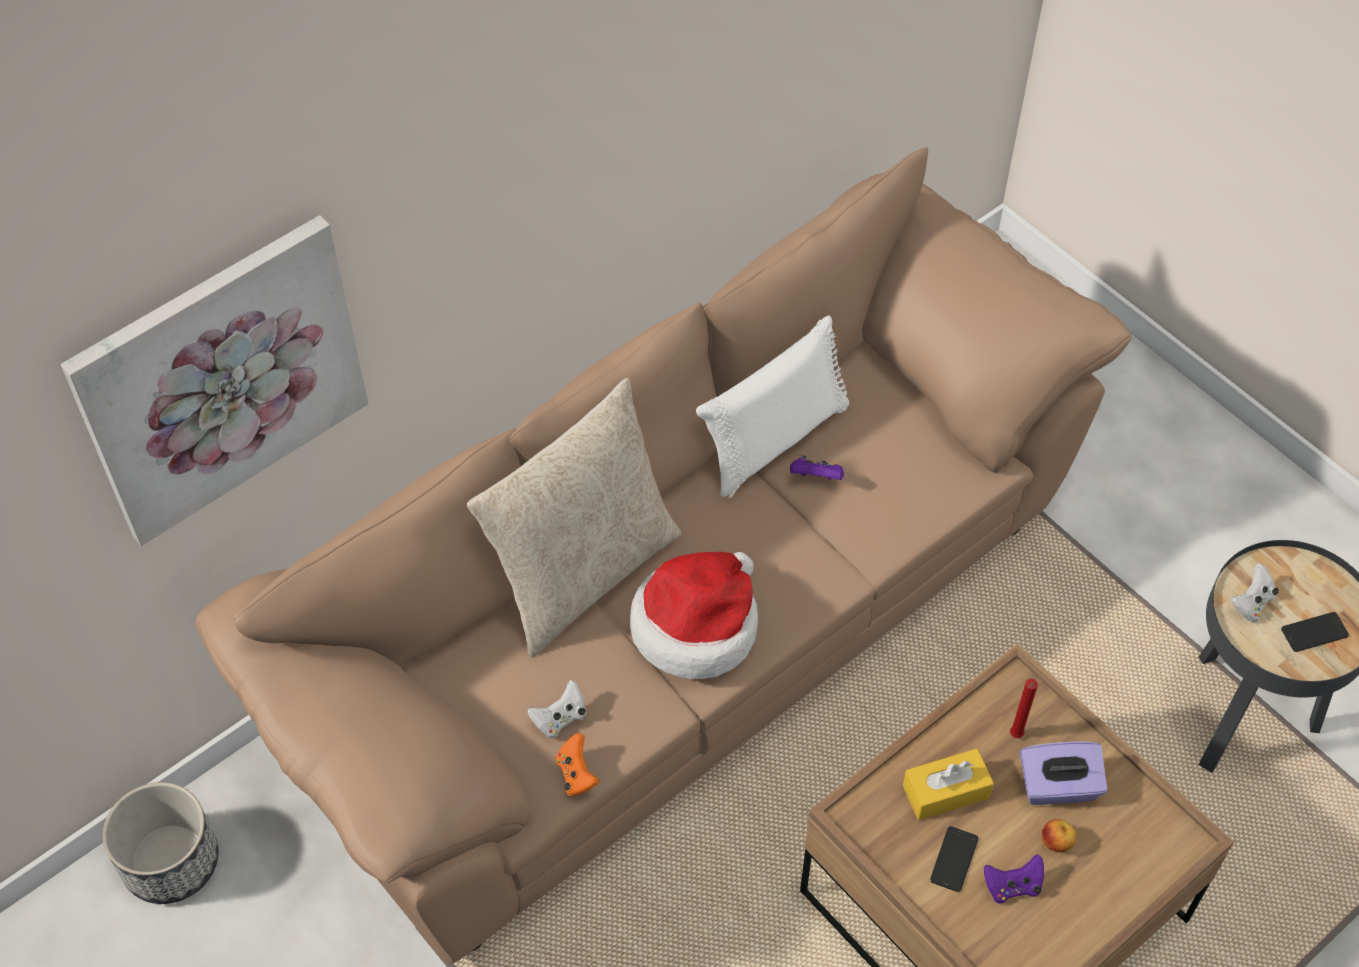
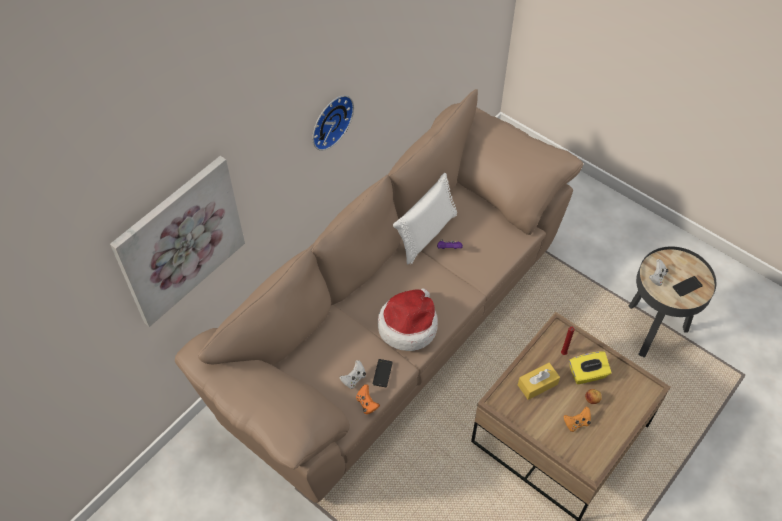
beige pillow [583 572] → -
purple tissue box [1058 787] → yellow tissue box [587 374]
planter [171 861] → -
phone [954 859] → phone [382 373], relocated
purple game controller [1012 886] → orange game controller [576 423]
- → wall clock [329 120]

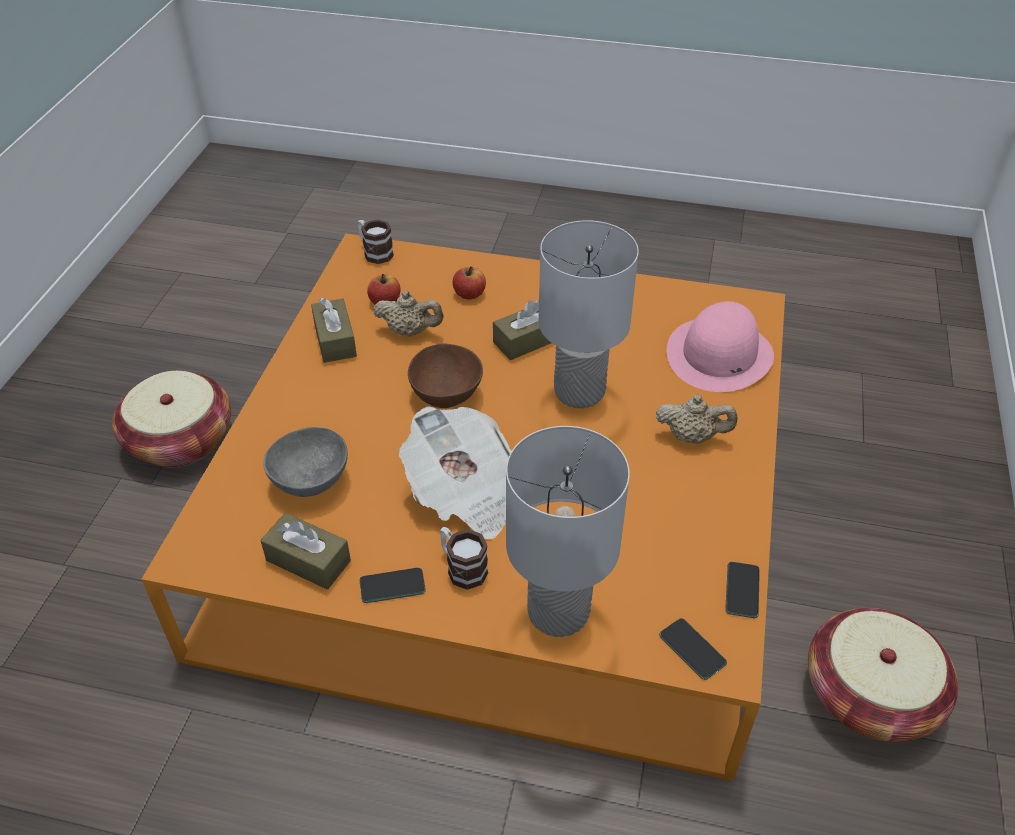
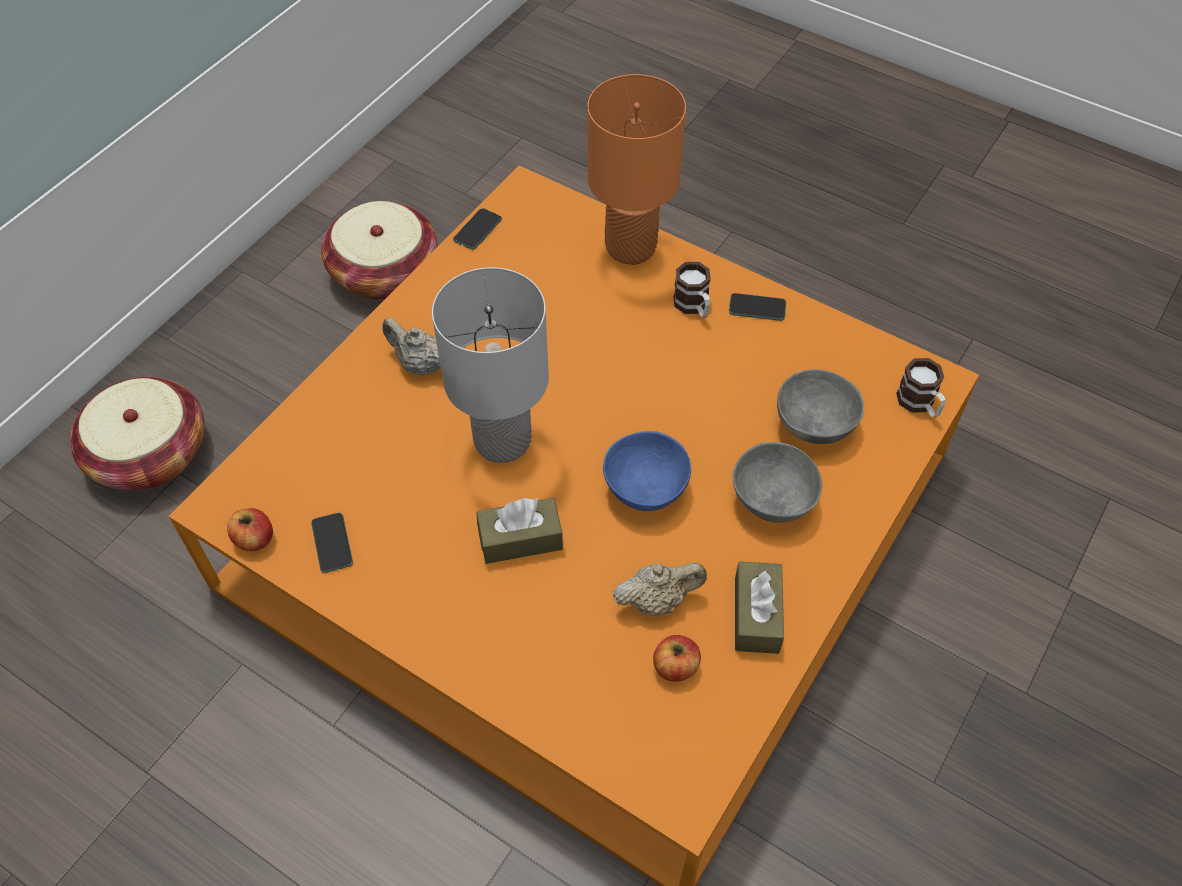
mug [374 252] → mug [919 404], relocated
apple [469 294] → apple [255 539], relocated
beige teapot [410 331] → beige teapot [657 600], 135 degrees clockwise
pink hat [719 355] → -
brown bowl [447 393] → blue bowl [644 490]
basket [180 440] → basket [150 454], relocated
newspaper [465 493] → -
grey table lamp [559 615] → orange table lamp [630 251]
brown tissue box [308 560] → -
phone [692 649] → phone [332 543], relocated
- → grey bowl [772 502]

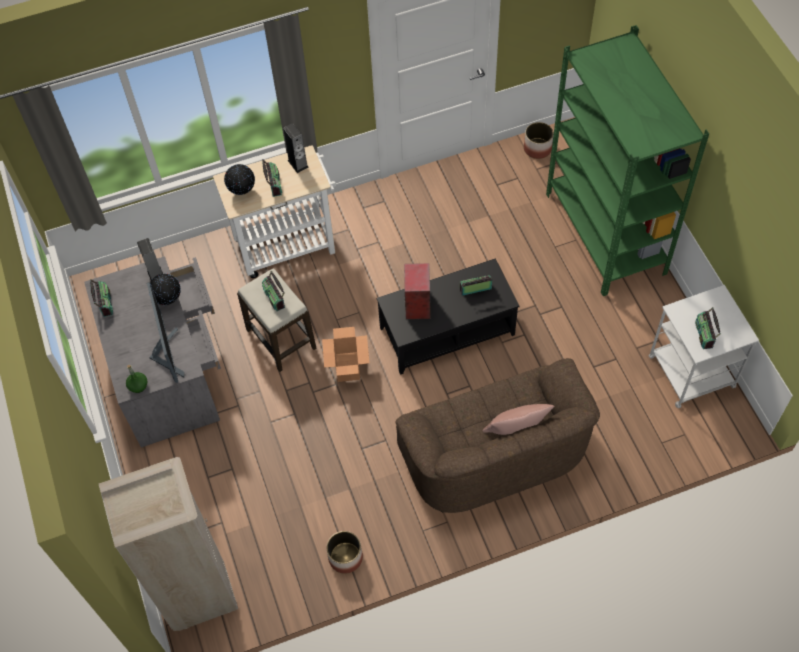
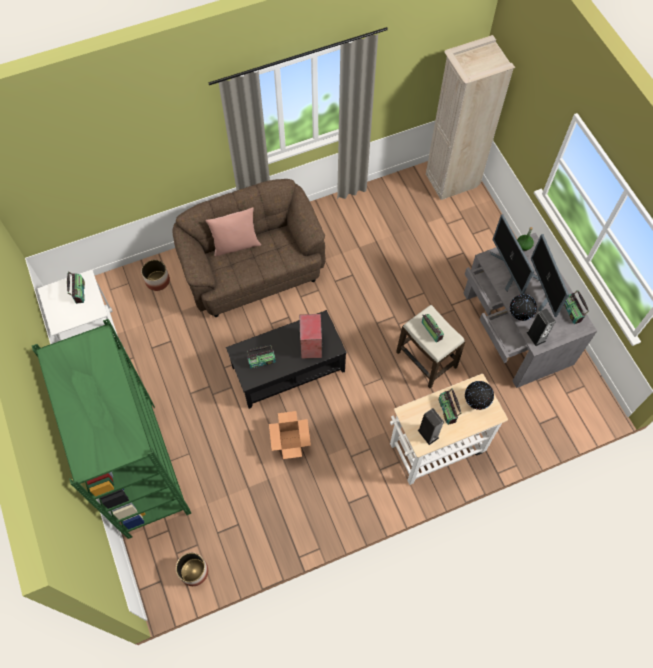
cardboard box [347 366] → cardboard box [291 444], relocated
planter [345 557] → planter [157 280], relocated
- → monitor [543 291]

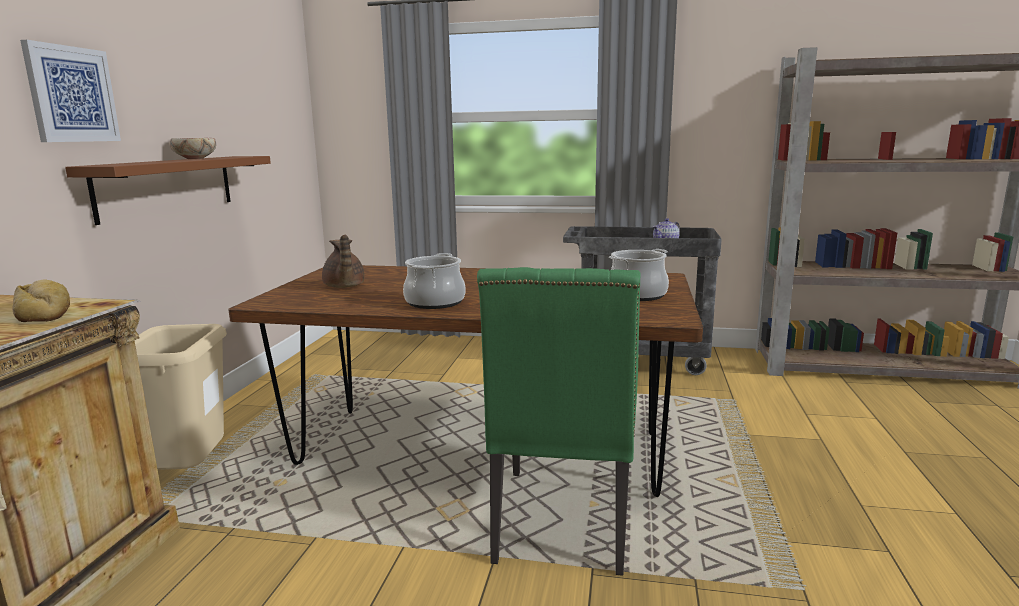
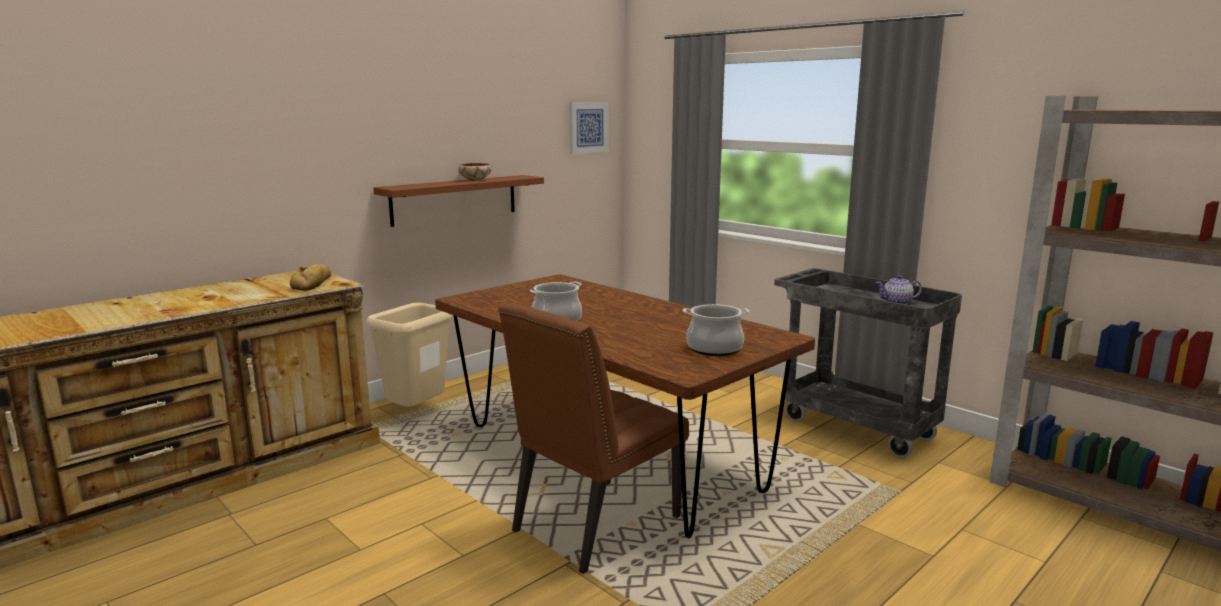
picture [71 94] → picture [588 127], relocated
brown teapot [344 286] → -
green chair [561 517] → brown chair [597 523]

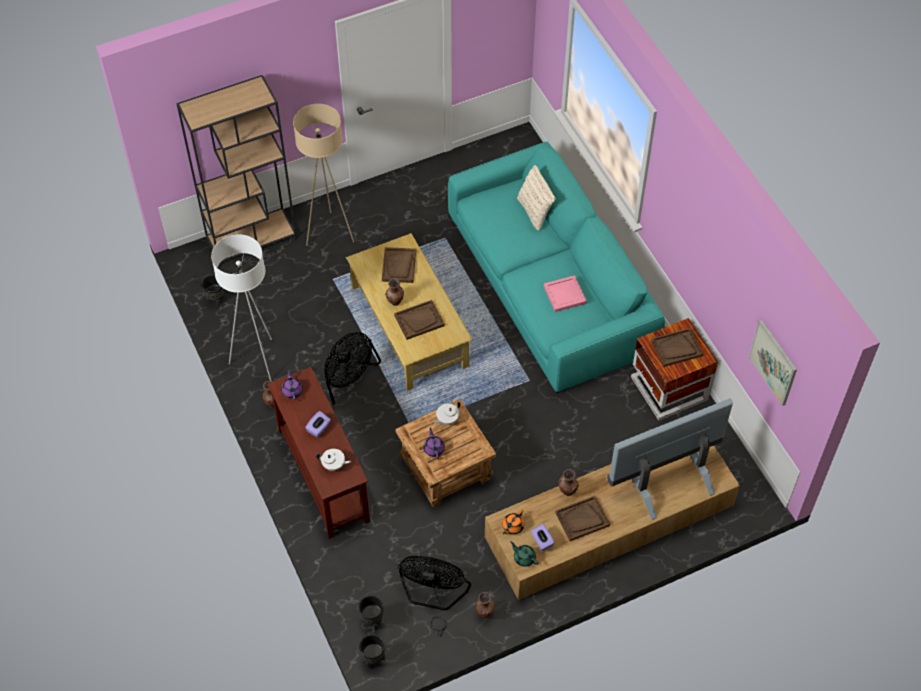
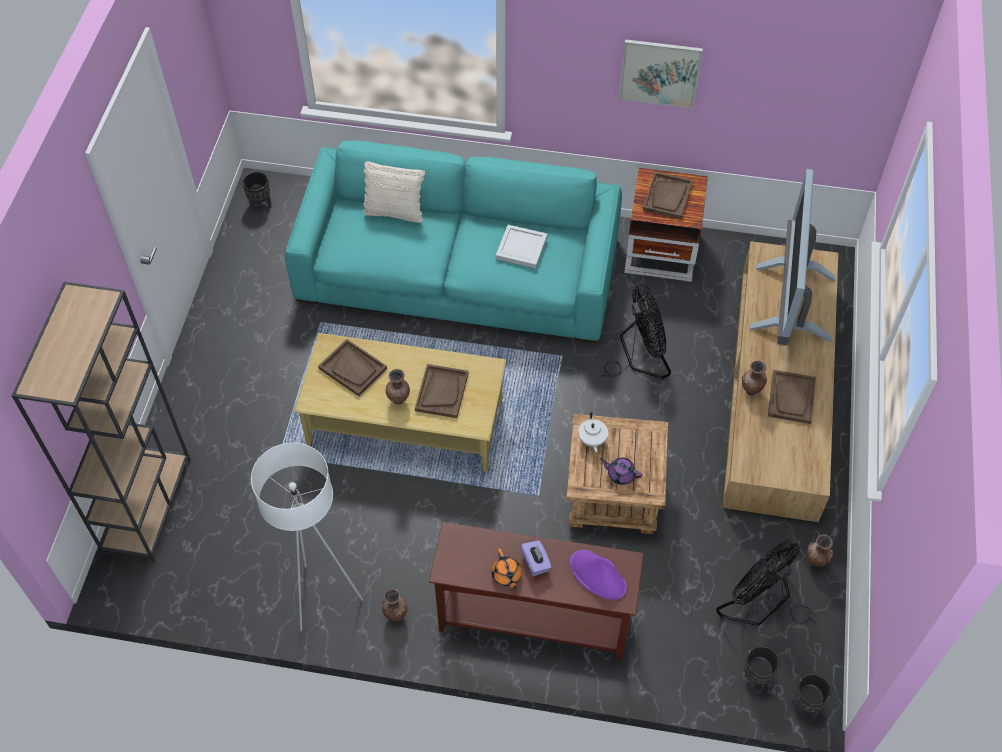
beige floor lamp [329 233] → -
black planter [216 300] → black planter [260 204], relocated
pink tray [565 294] → white tray [521 247]
picture [773 362] → picture [660 73], relocated
black fan [344 379] → black fan [637 353], relocated
purple teapot [292 390] → -
white teapot [334 465] → purple hat [598 575]
orange teapot [512 526] → orange teapot [506 575], relocated
purple tissue box [542 541] → -
green teapot [524 557] → -

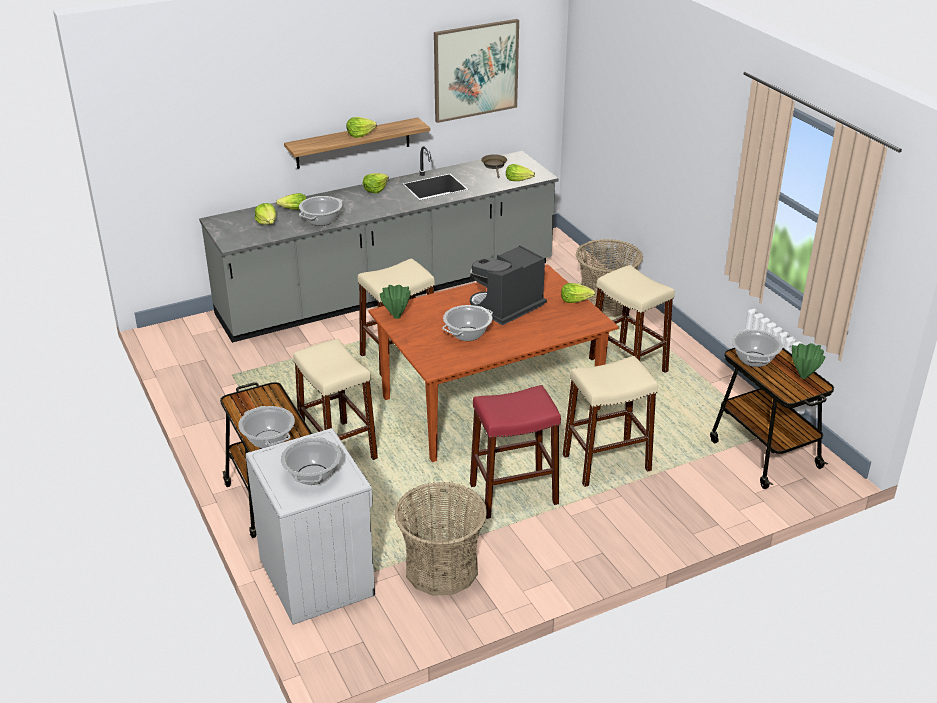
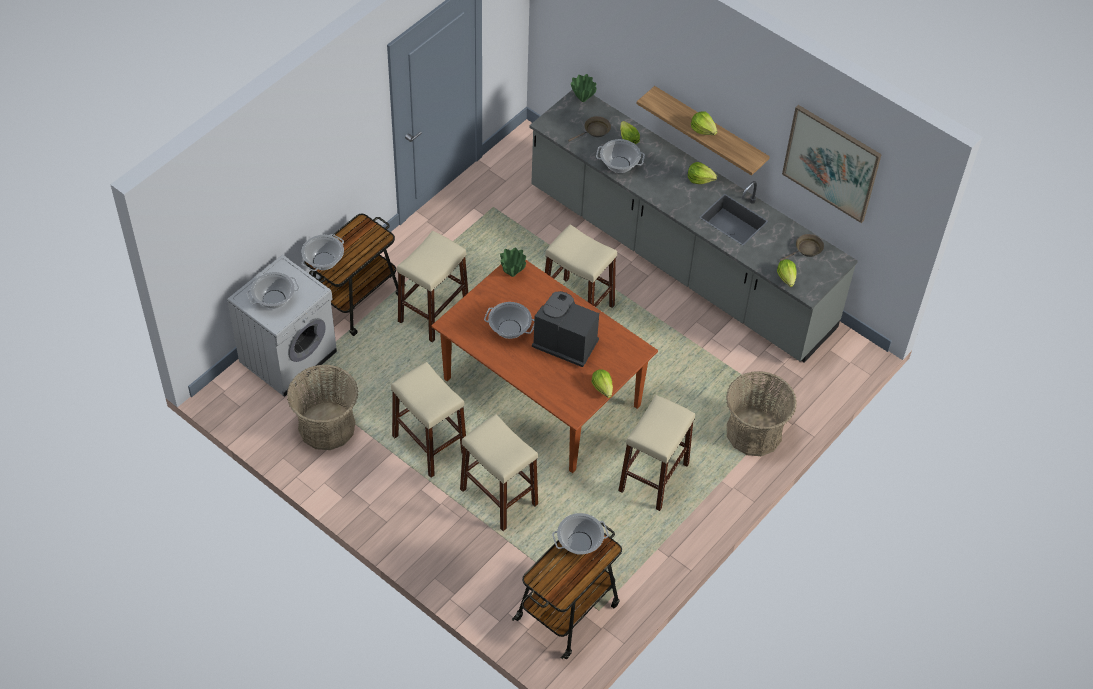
lettuce [267 222] → brown frying pan [595 131]
green vase [803 377] → green vase [582 99], relocated
red stool [513 494] → beige stool [429 444]

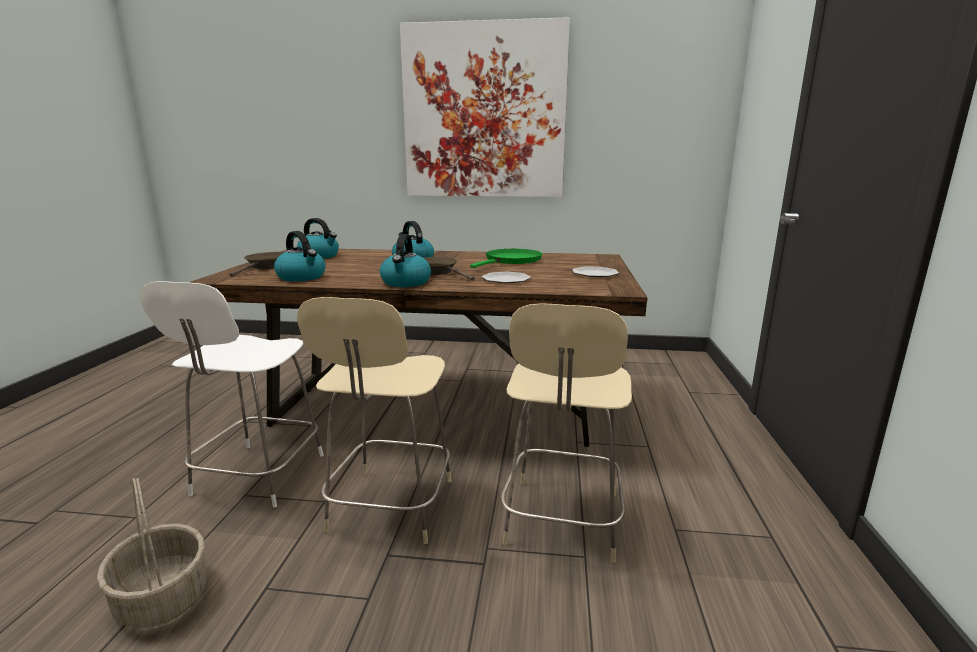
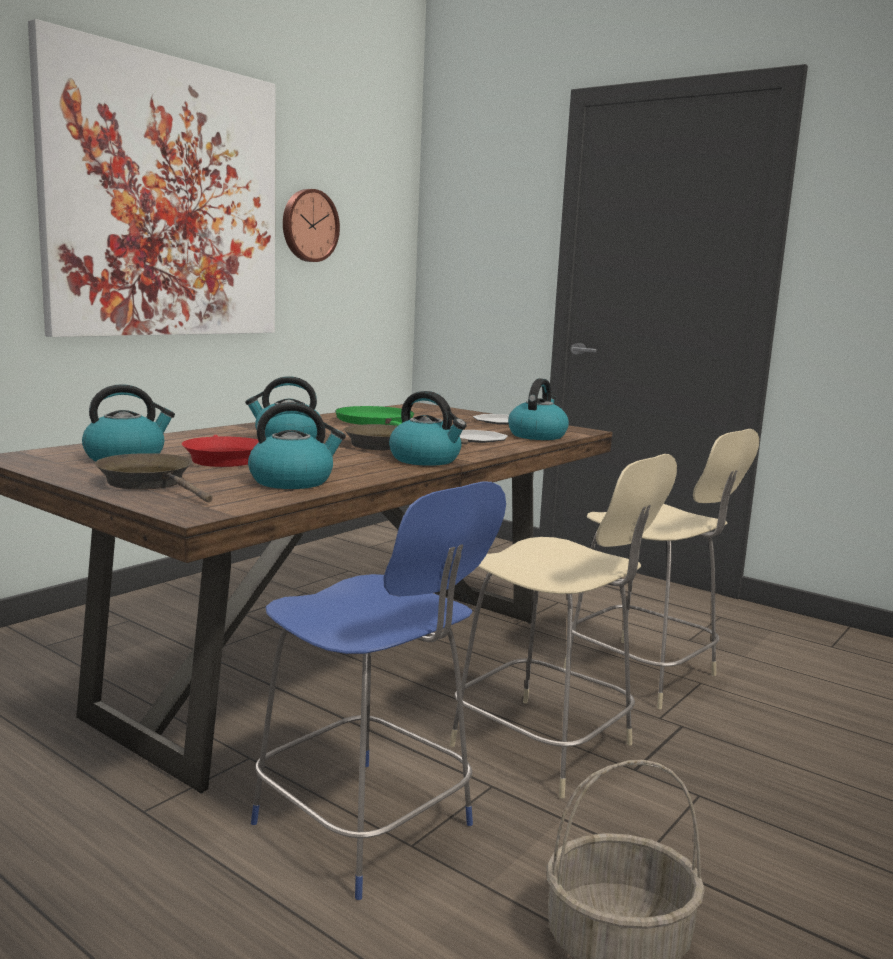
white chair [257 477] → blue chair [368 828]
- → wall clock [308 225]
- → kettle [537 435]
- → red frying pan [222 459]

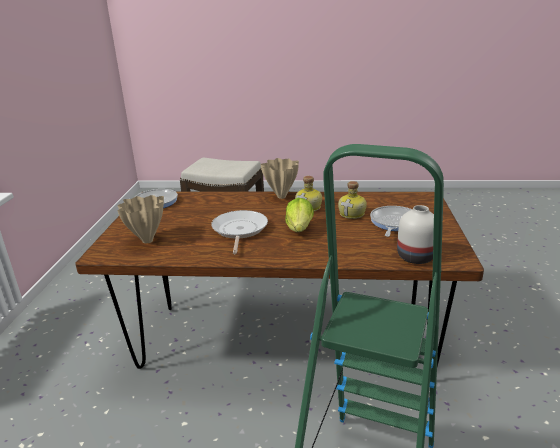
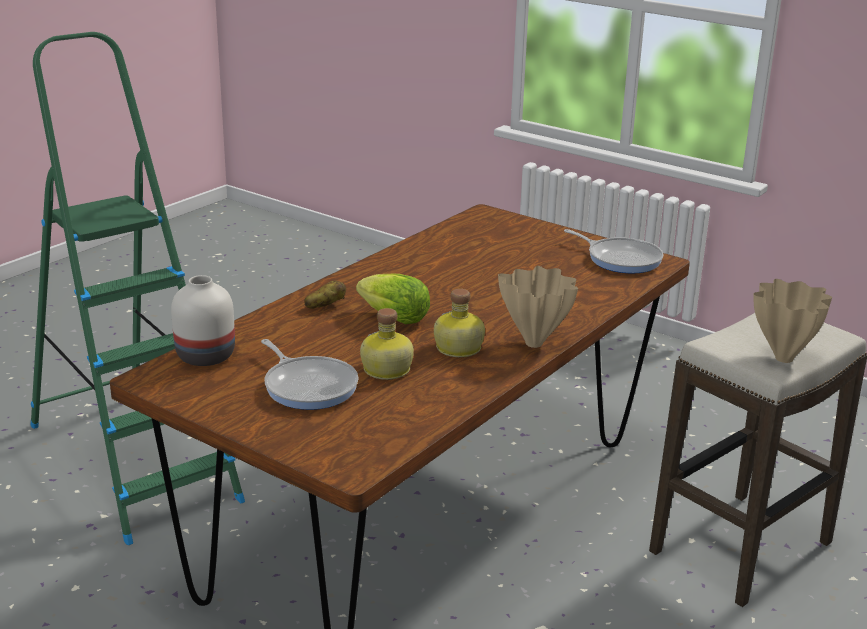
beige vase [146 241] → beige vase [783 358], relocated
frying pan [239 230] → -
- → potato [325 306]

